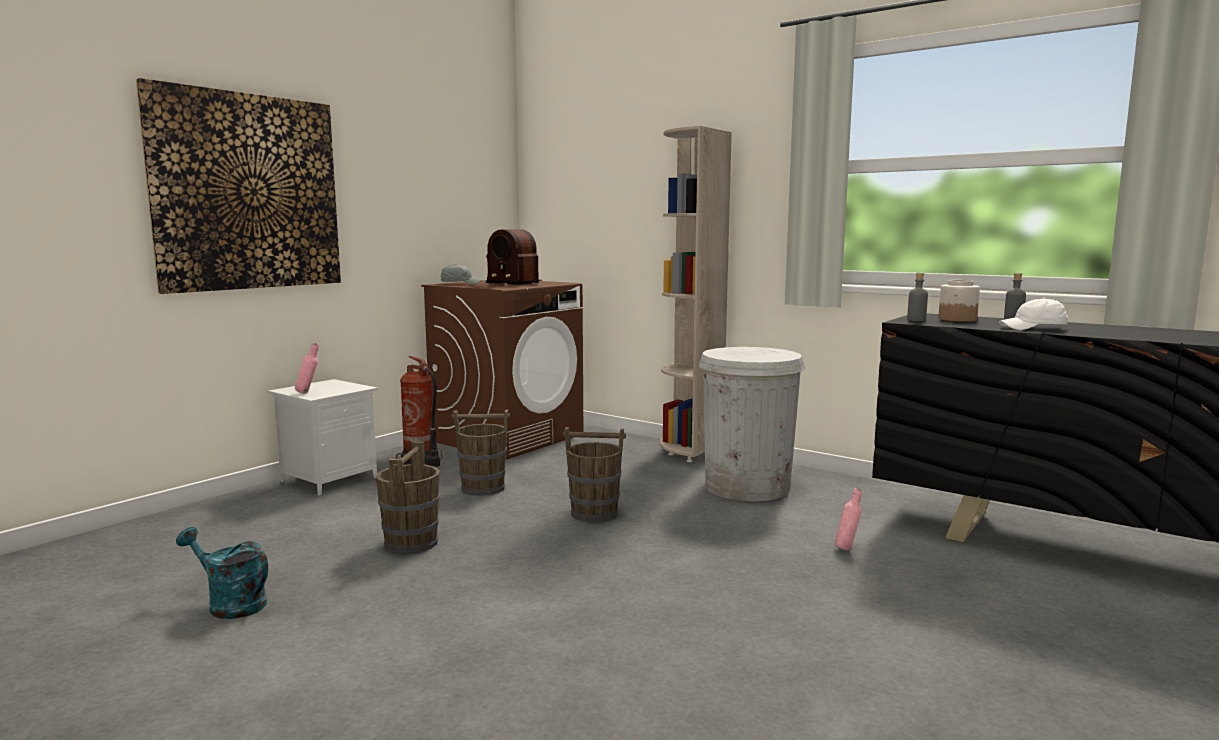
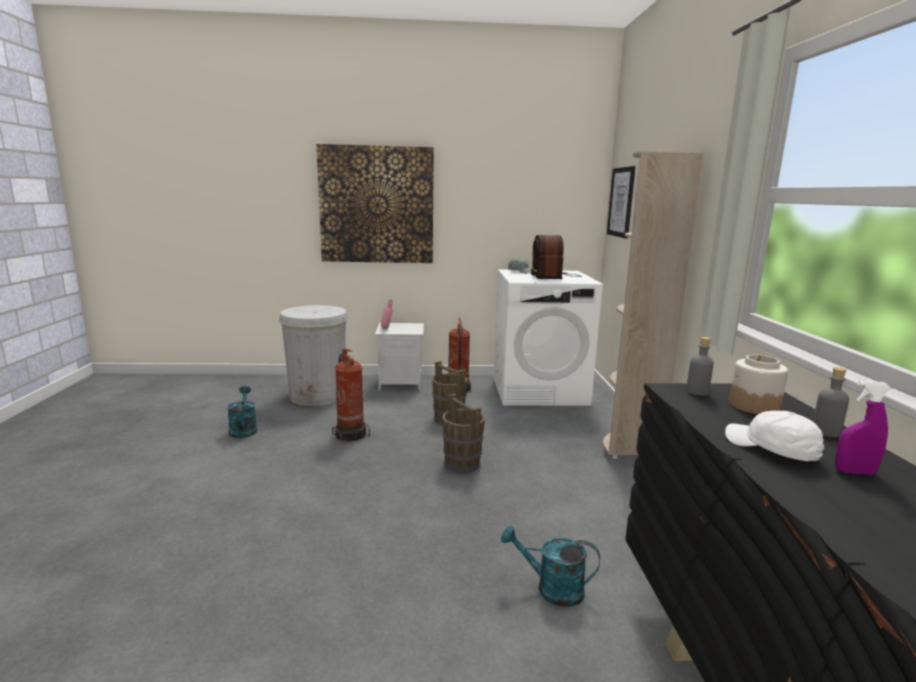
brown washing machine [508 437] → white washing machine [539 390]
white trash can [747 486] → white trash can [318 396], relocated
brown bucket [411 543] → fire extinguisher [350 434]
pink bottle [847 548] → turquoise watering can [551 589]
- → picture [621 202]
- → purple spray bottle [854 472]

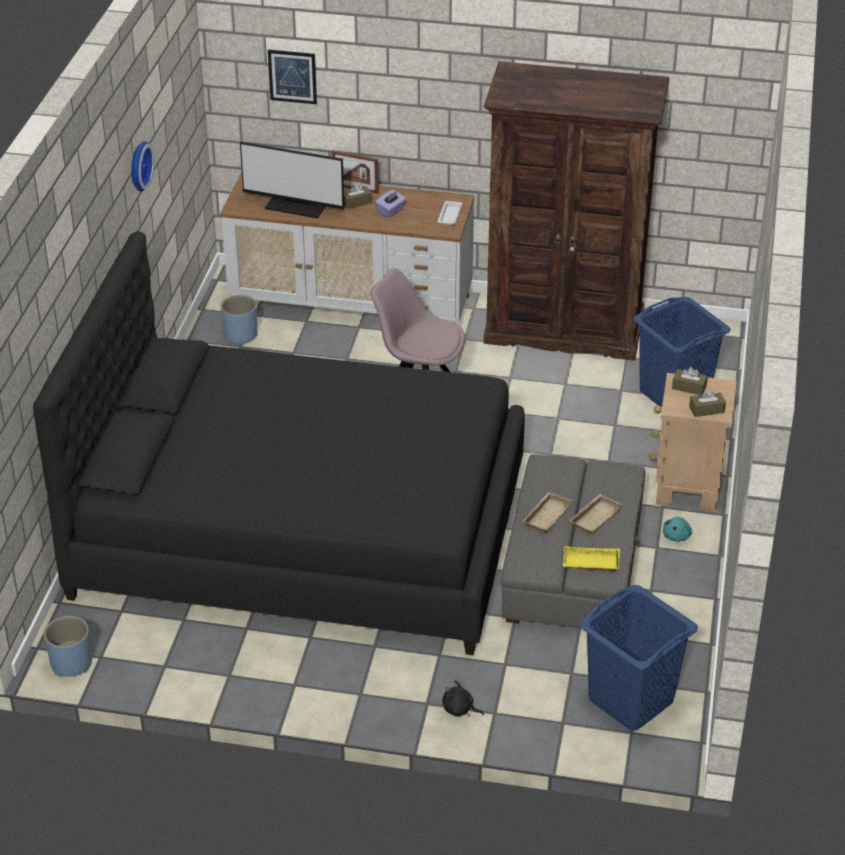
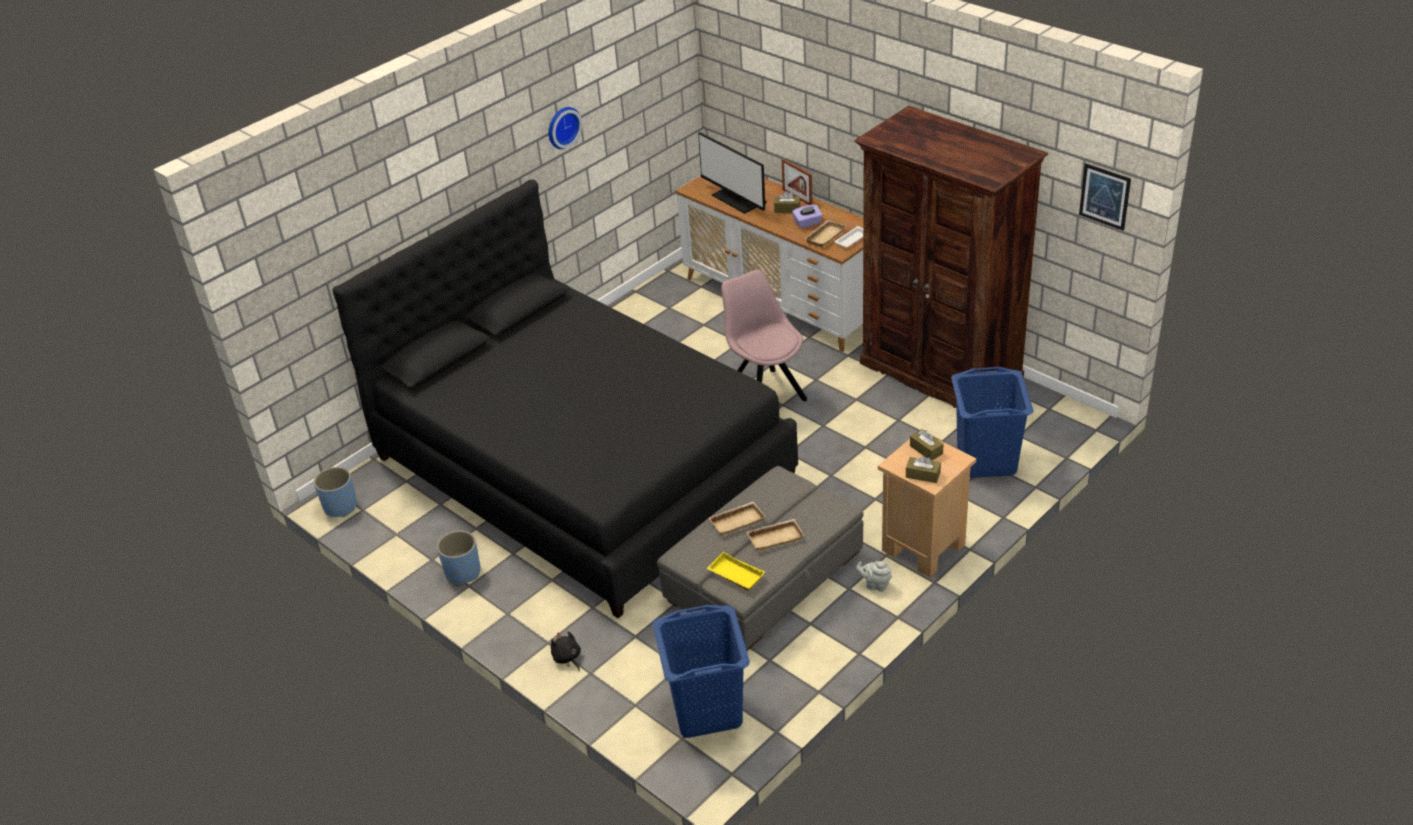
picture [292 76] → picture [1104 196], relocated
blue planter [240 335] → blue planter [463 572], relocated
turquoise plush toy [676 536] → grey teapot [875 585]
- → beige tray [824 236]

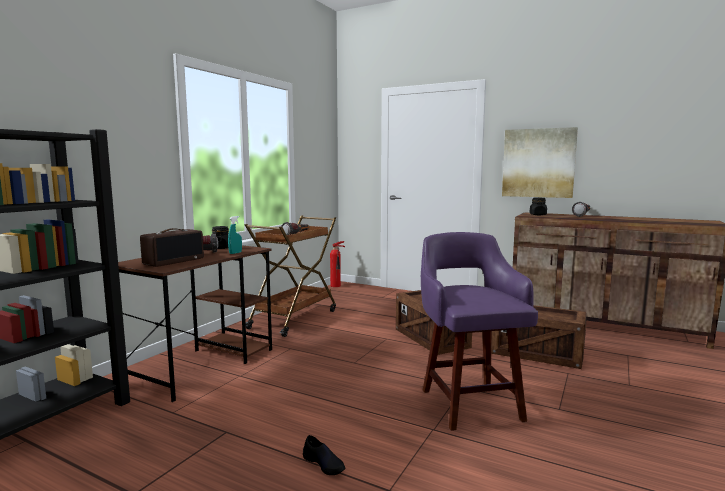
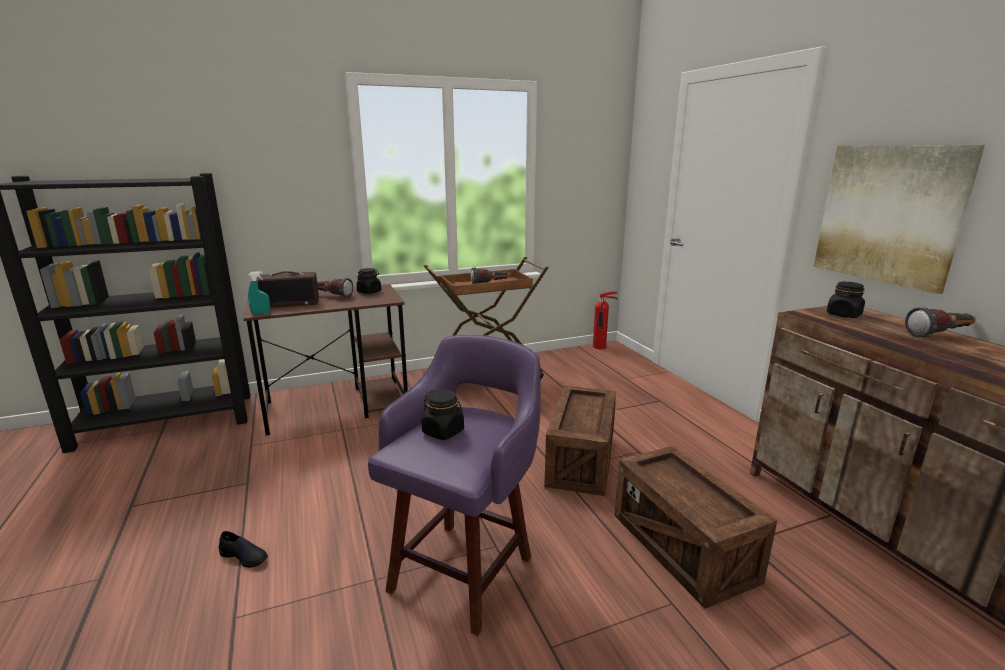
turquoise spray bottle [235 253] → turquoise spray bottle [261 313], relocated
black shoe [324 464] → black shoe [244 556], 60 degrees counterclockwise
- → black jar [443 432]

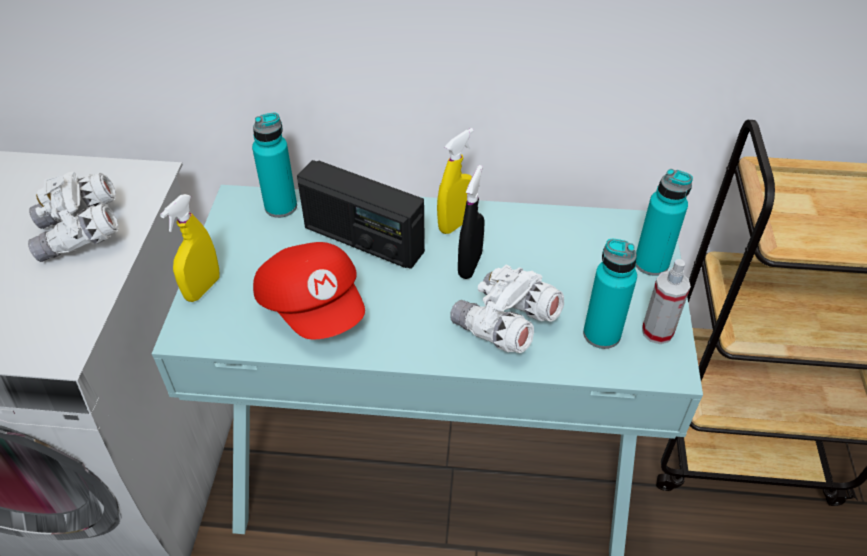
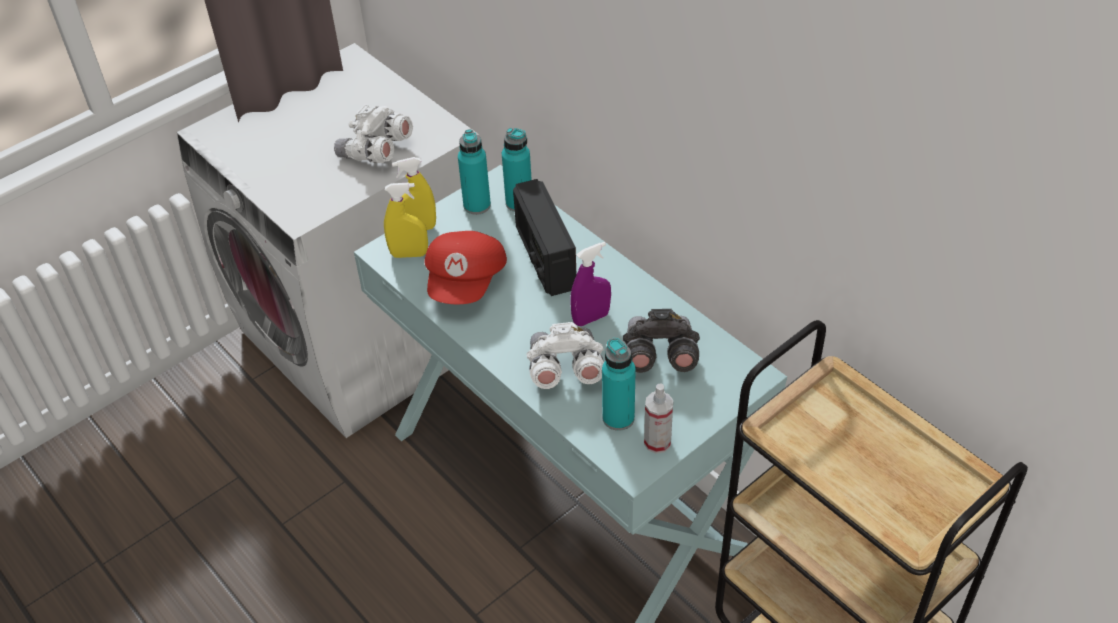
yellow spray bottle [456 224] → yellow spray bottle [409 254], relocated
black spray bottle [470 265] → purple spray bottle [591 318]
turquoise bottle [651 263] → turquoise bottle [477 205], relocated
- → grey binoculars [659 356]

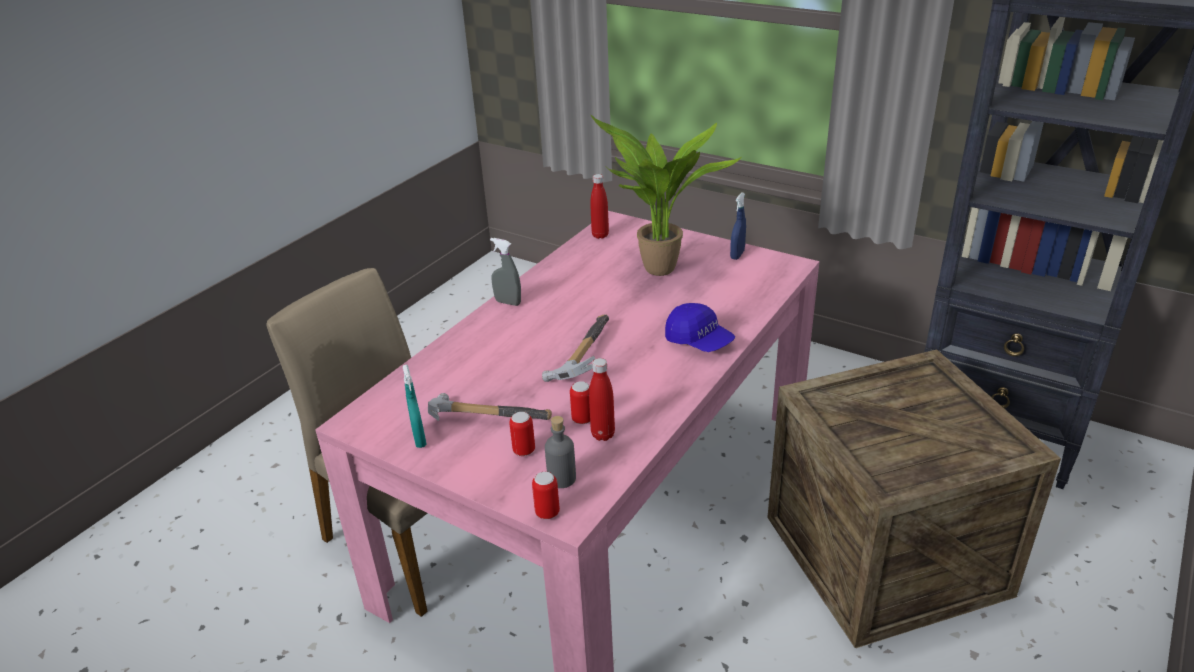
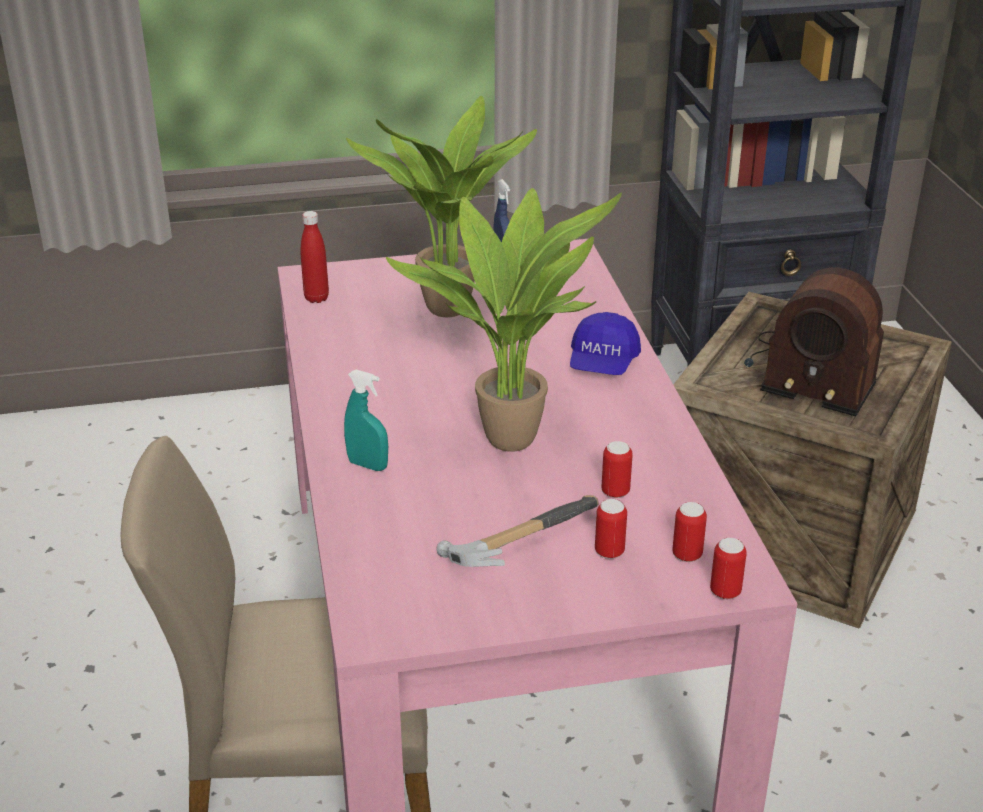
grey spray bottle [508 302] → -
blue cap [699 341] → blue cap [603 364], 105 degrees clockwise
hammer [579 357] → potted plant [512 435]
red bottle [603 434] → -
turquoise spray bottle [419 439] → turquoise spray bottle [367 465], relocated
grey bottle [561 478] → can [687 555]
- → radio [808 373]

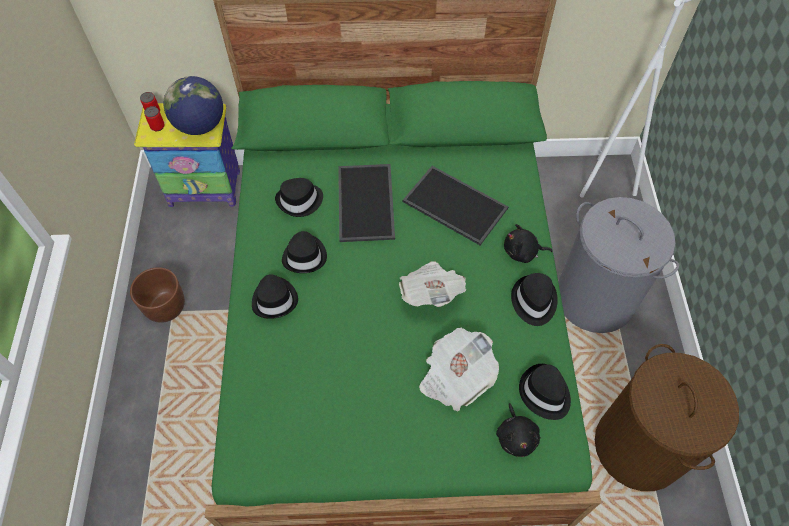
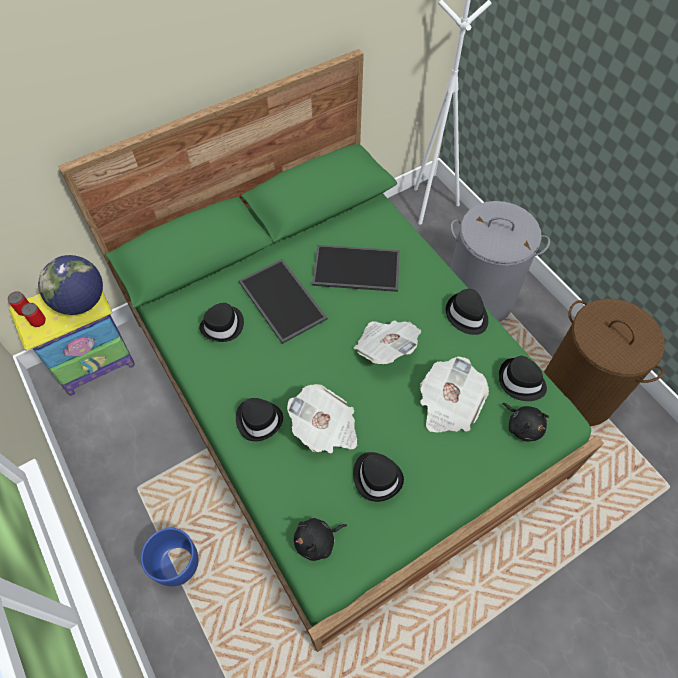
black plush toy [522 252] → black plush toy [317 541], relocated
black hat [305 256] → black hat [377 477], relocated
brown planter [165 306] → -
- → newspaper [325 428]
- → blue planter [176 563]

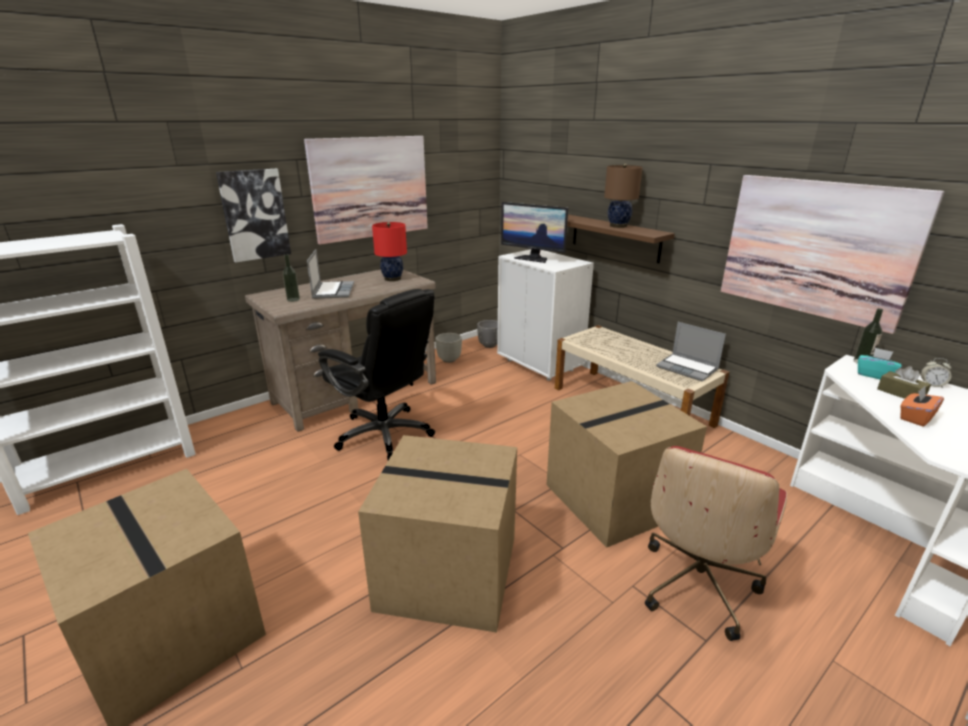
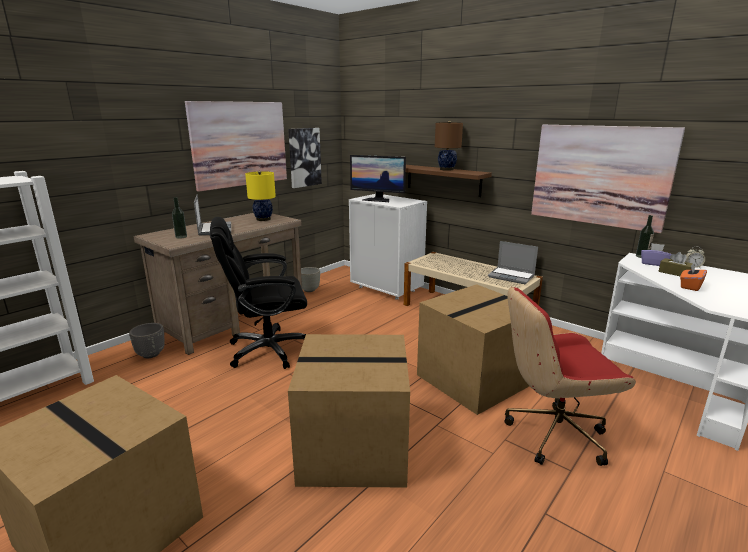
picture [254 215] → picture [304 157], relocated
red table lamp [392 279] → yellow table lamp [263 219]
black office chair [384 434] → black office chair [269 350], 135 degrees clockwise
grey planter [489 345] → grey planter [151 354], relocated
turquoise tissue box [875 375] → purple tissue box [653 263]
red office chair [695 590] → red office chair [552 436], 60 degrees clockwise

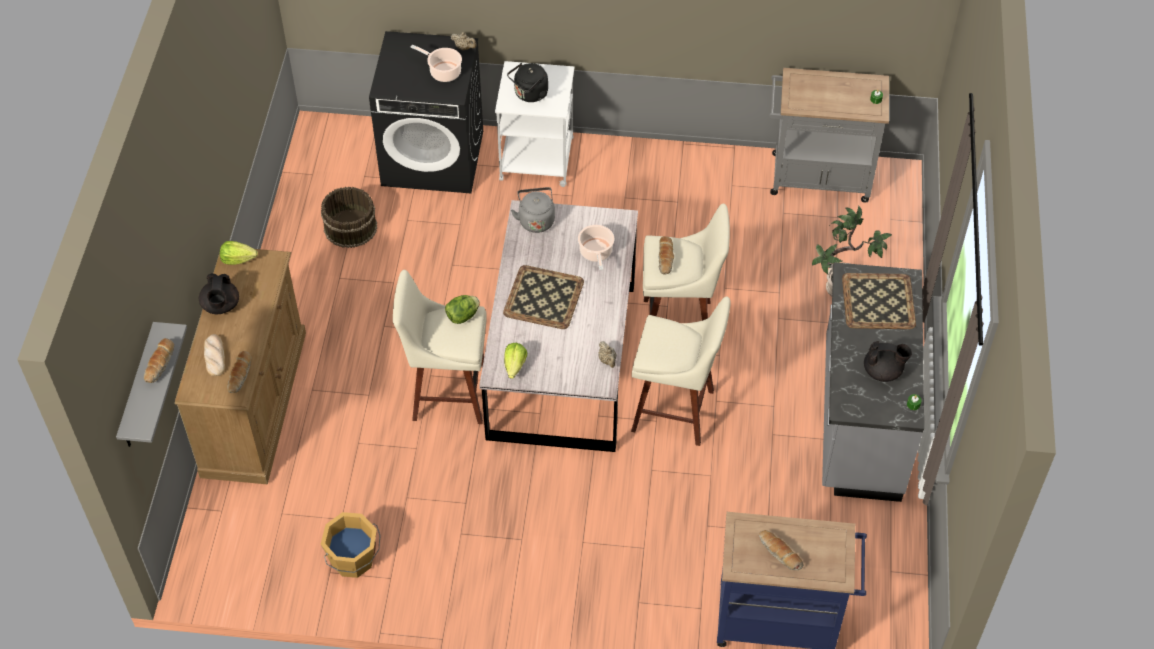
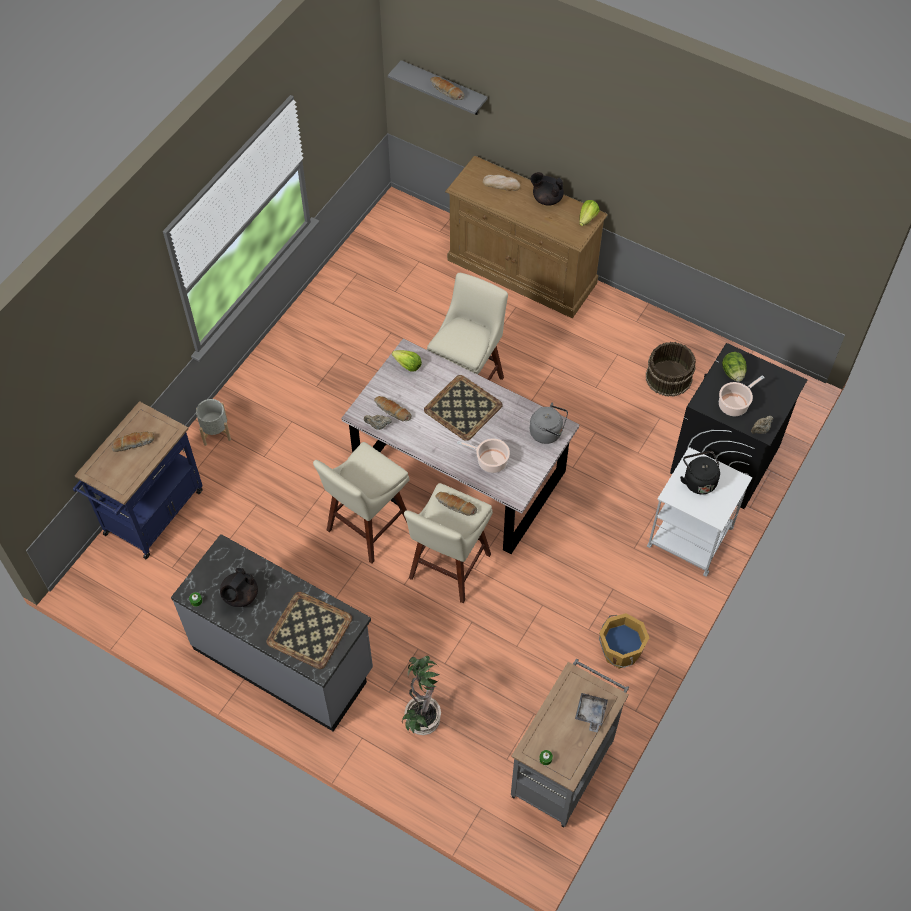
lettuce [462 316] → lettuce [733 373], relocated
bread [240 375] → bread [392 411], relocated
orange bucket [353 559] → orange bucket [619 651], relocated
- → grey planter [215 432]
- → grey tray [590 713]

